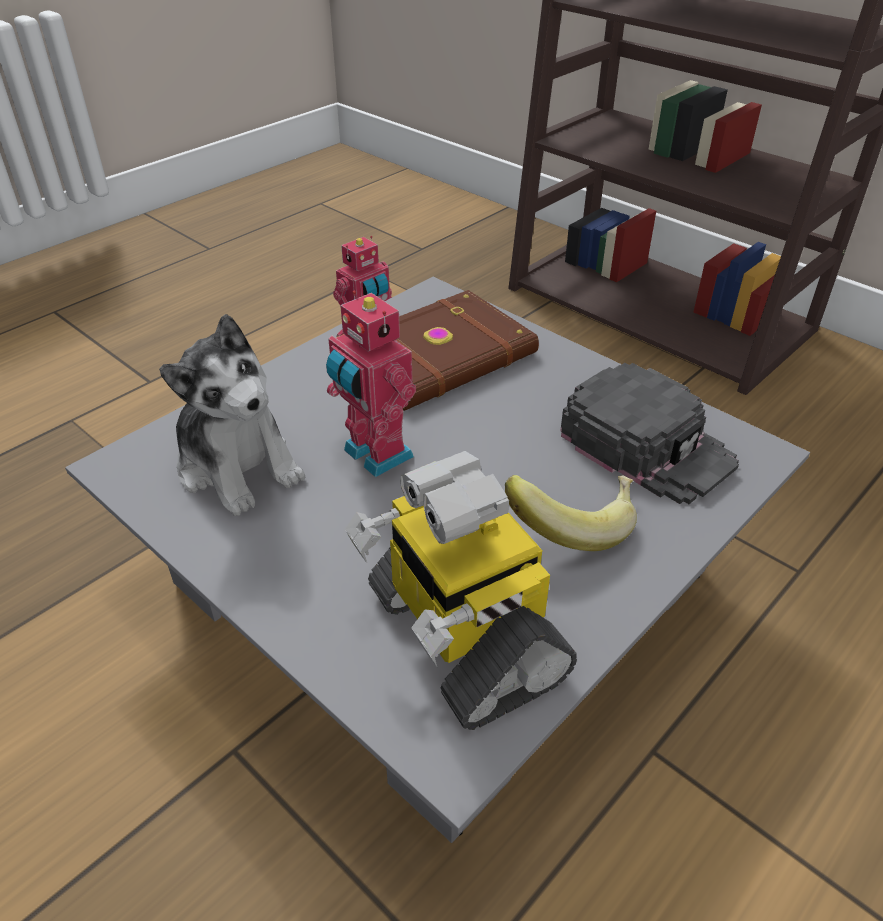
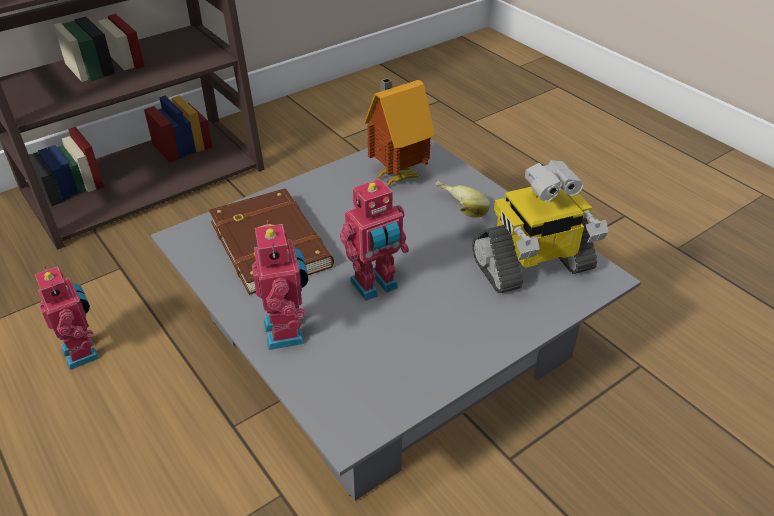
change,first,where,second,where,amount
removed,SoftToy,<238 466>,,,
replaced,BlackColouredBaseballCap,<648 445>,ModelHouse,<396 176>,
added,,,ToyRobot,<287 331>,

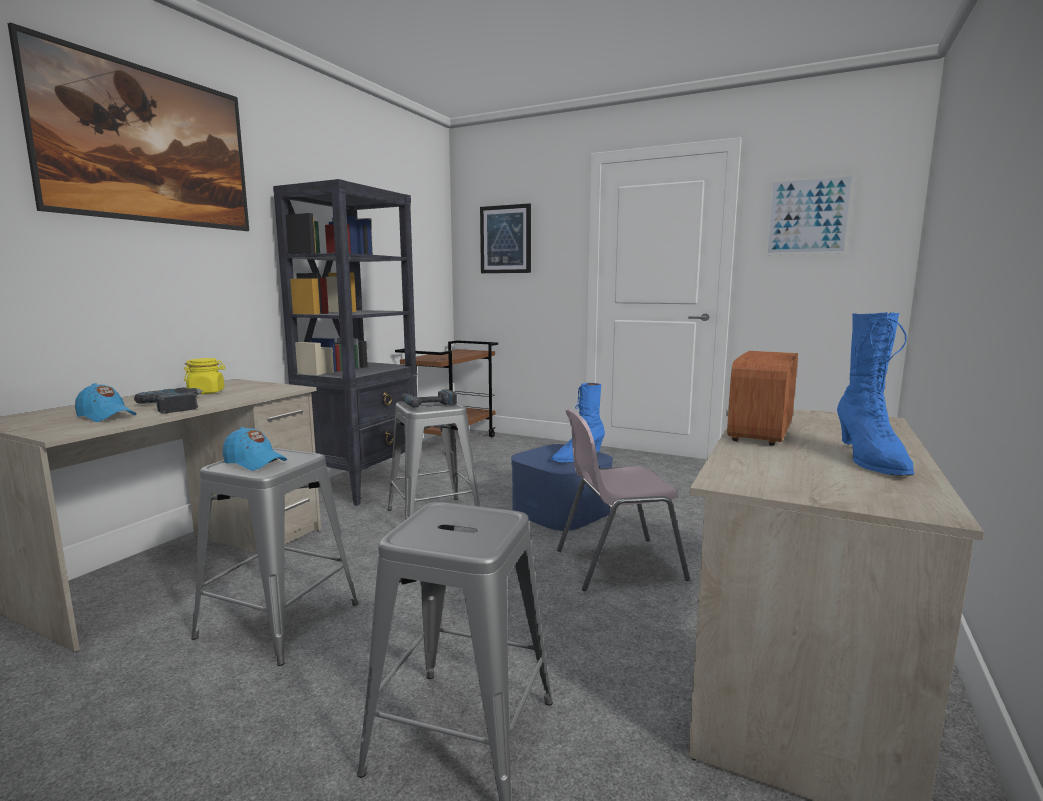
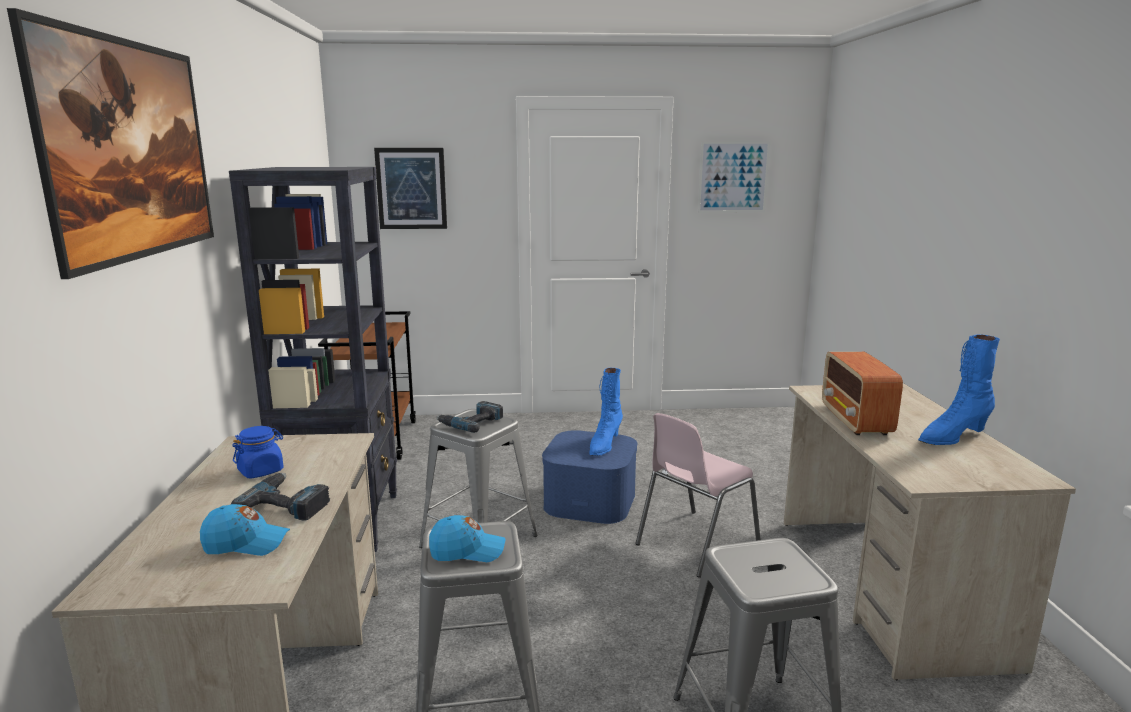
change,first,where,second,where,amount
recoloured,YellowishPreserveJar,<207 392>,BlueColouredPreserveJar,<261 471>,
turned,BlueColouredBoot,<869 460>,,<952 437>,90 degrees clockwise

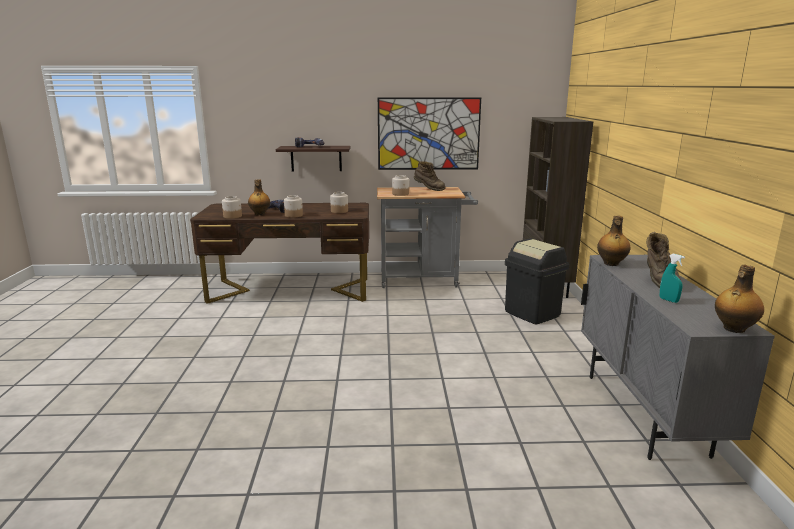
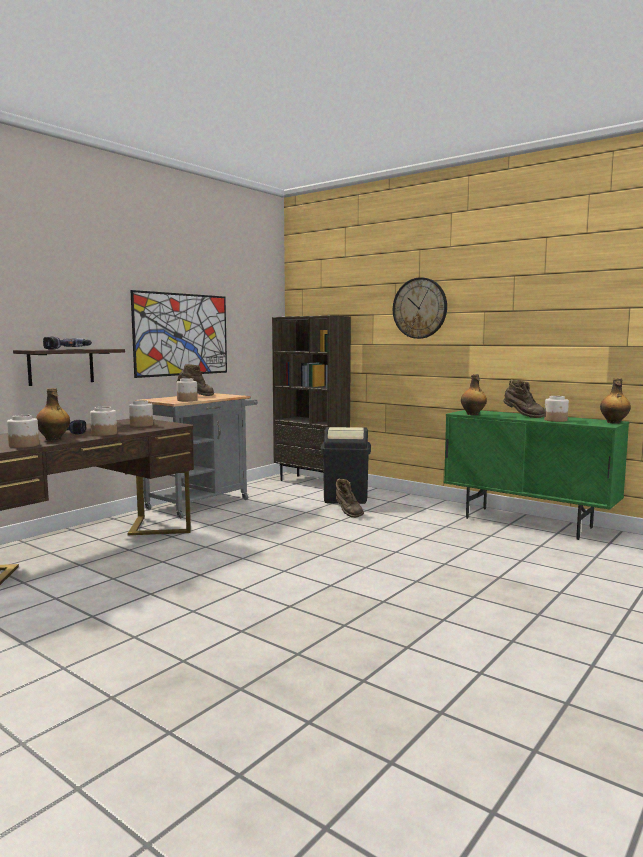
change,first,where,second,where,amount
recoloured,GreyishStorageCabinet,<644 413>,GreenStorageCabinet,<528 523>,
replaced,TurquoiseSprayBottle,<668 300>,PreserveJar,<556 420>,
added,,,BrownishBoot,<348 513>,
added,,,ClockOnTheWall,<420 308>,

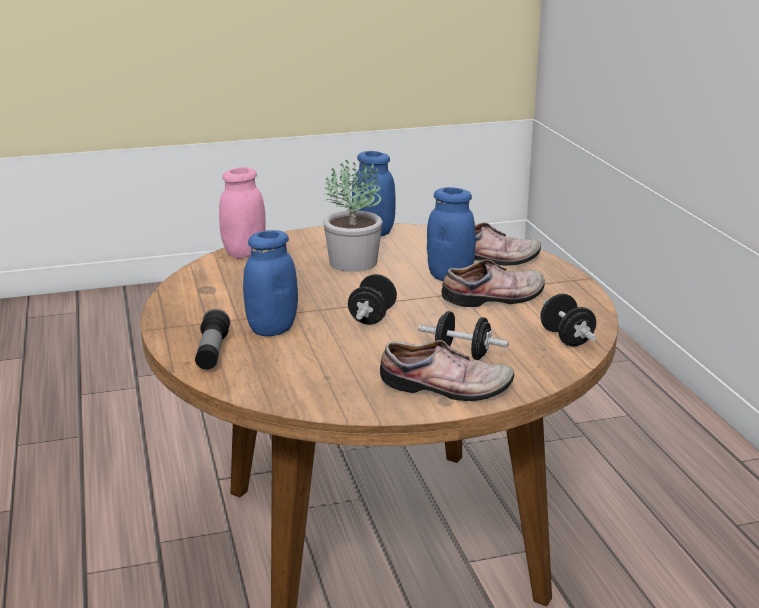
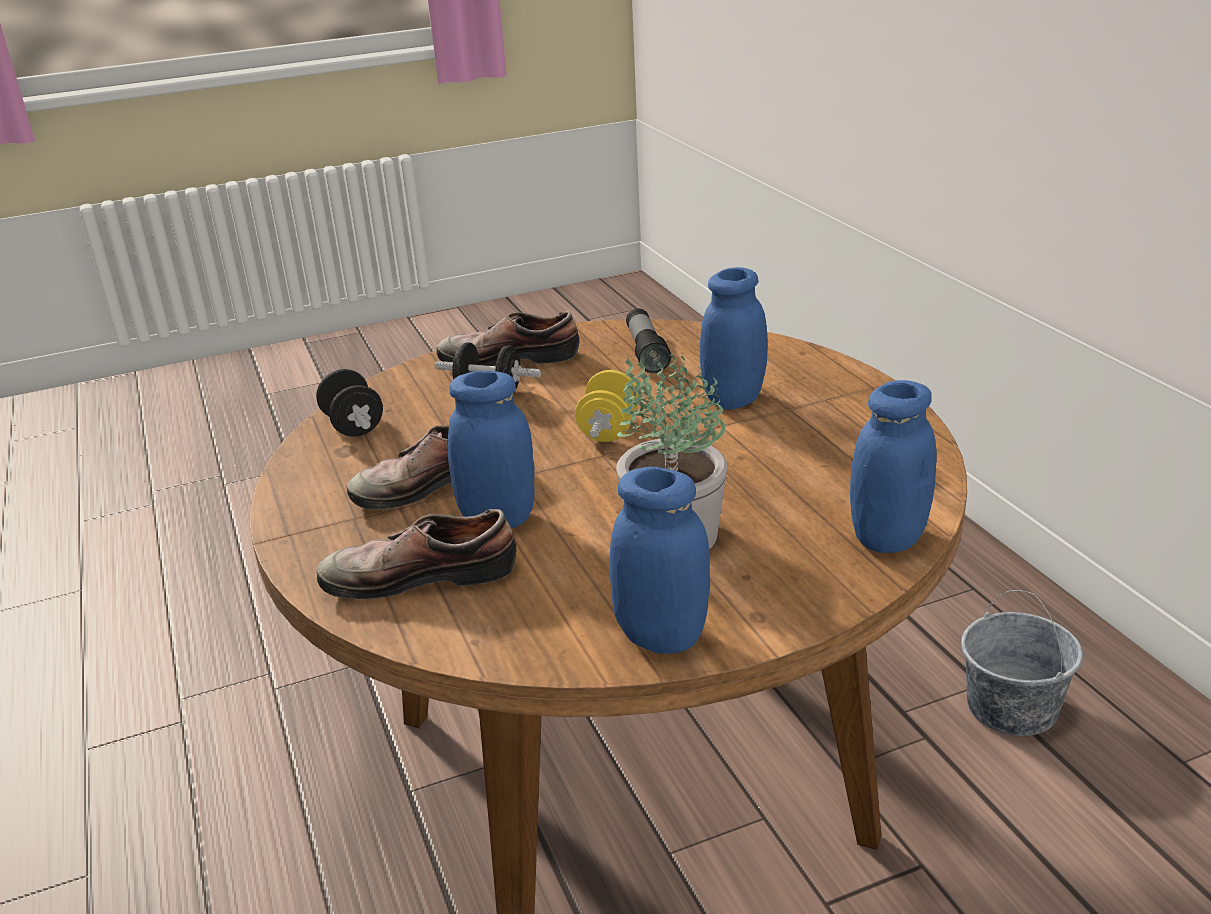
change,first,where,second,where,amount
moved,HandTorch,<212 352>,,<646 352>,
recoloured,PinkColouredPreserveJar,<244 253>,BlueColouredPreserveJar,<887 537>,
recoloured,BlackColouredFreeWeight,<372 317>,YellowishFreeWeight,<609 430>,
added,,,GreyishPail,<1011 707>,

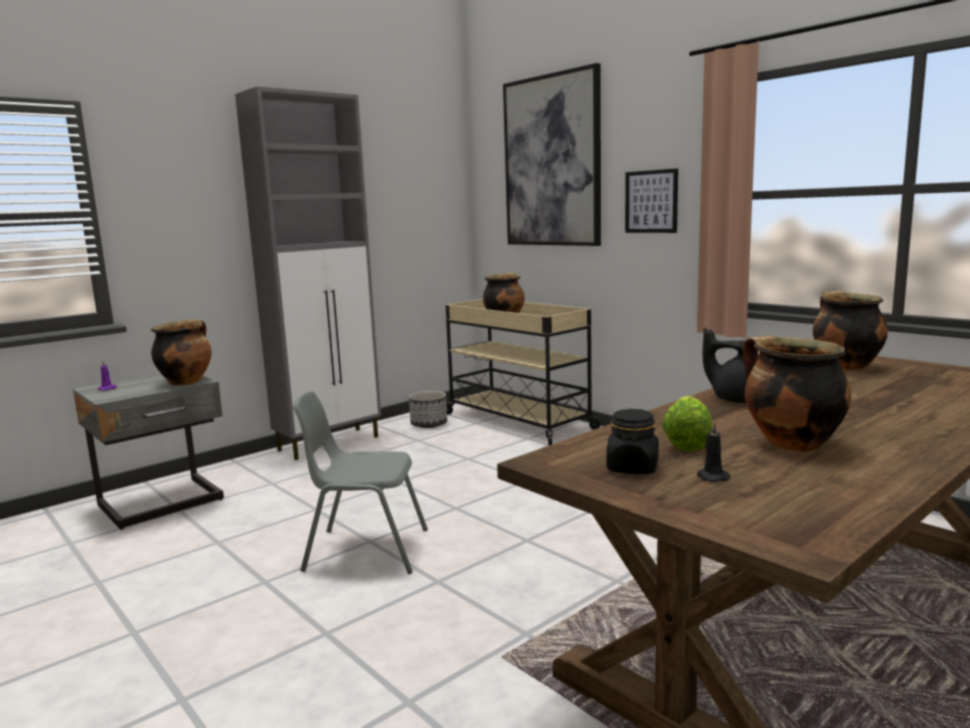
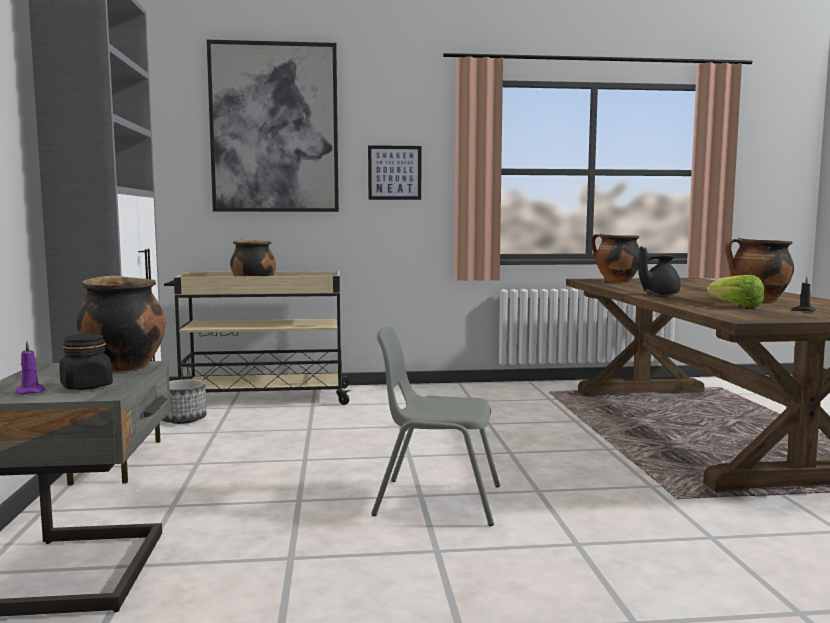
change,first,where,second,where,amount
turned,GreyishChair,<365 550>,,<436 500>,60 degrees clockwise
moved,BlackColouredPreserveJar,<632 468>,,<87 386>,

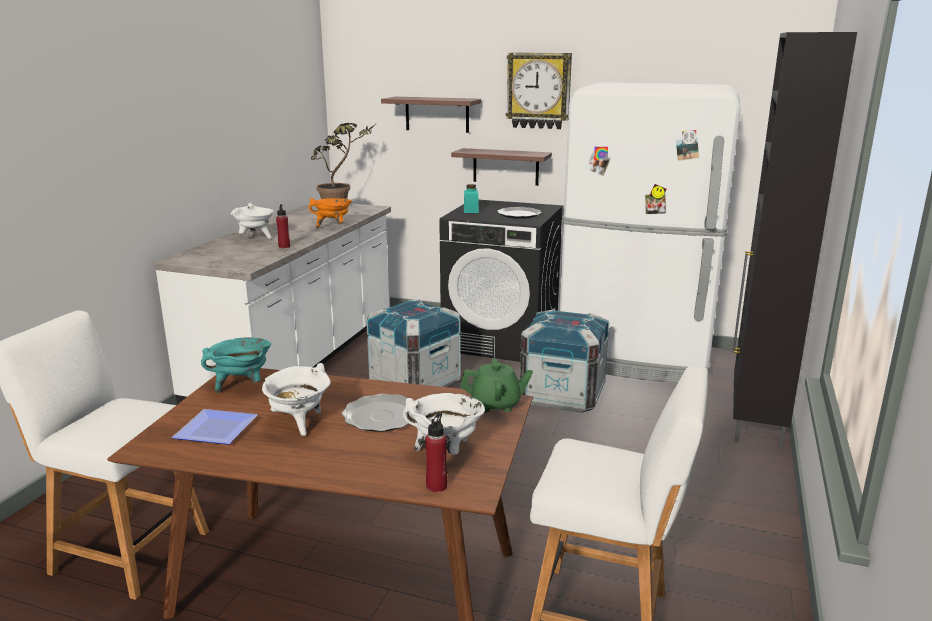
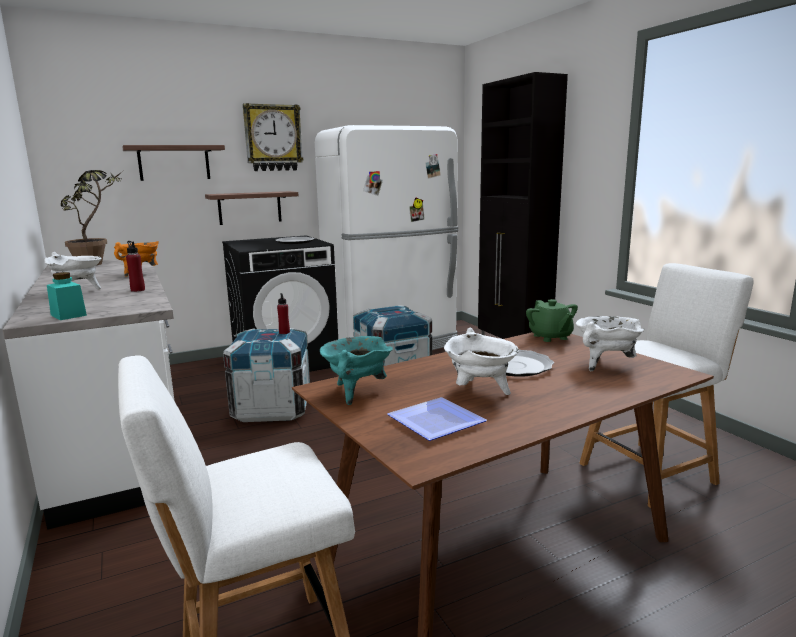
change,first,where,second,where,amount
moved,RedBeverageBottle,<436 486>,,<284 332>,
turned,GreenTeapot,<496 404>,,<550 337>,120 degrees clockwise
moved,TurquoisePreserveJar,<471 211>,,<68 315>,

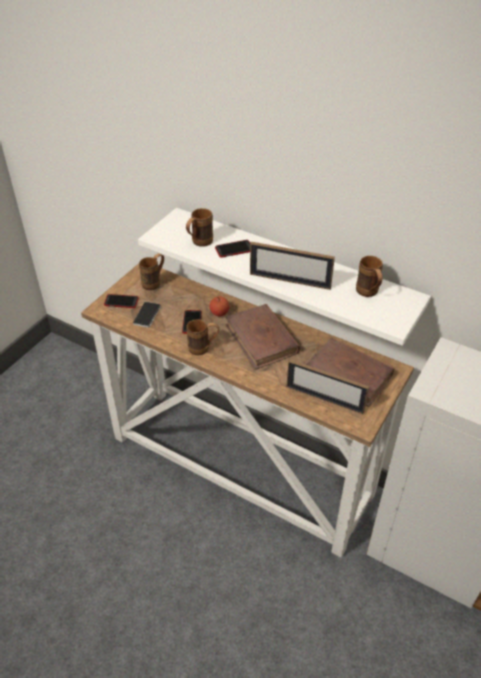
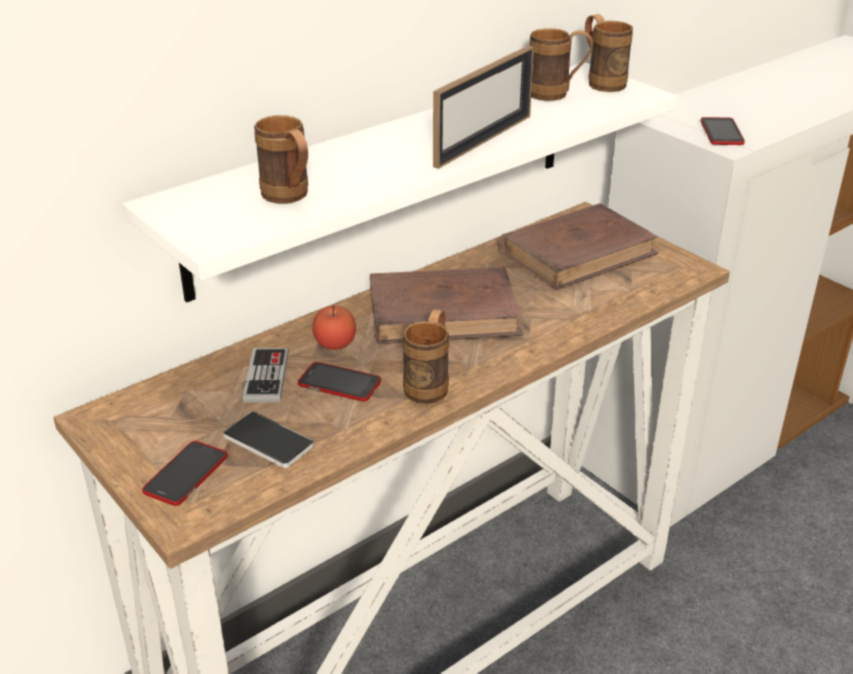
change,first,where,second,where,amount
moved,BrownishCoffeeMug,<154 282>,,<601 82>,
moved,Handset,<234 249>,,<721 133>,
removed,PhotoFrame,<324 399>,,,
added,,,Gamepad,<266 377>,

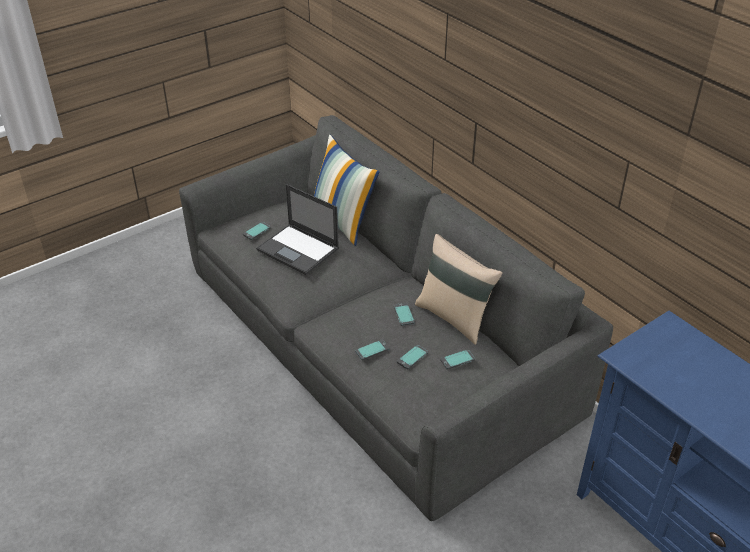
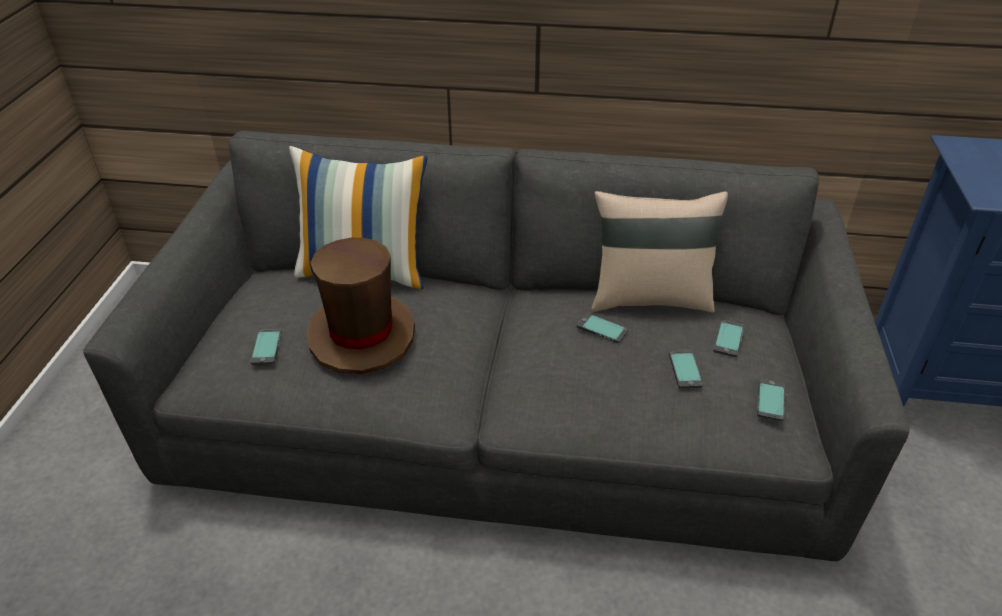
change,first,where,second,where,amount
replaced,Laptop,<299 249>,BrownishClothingHat,<362 335>,
moved,Handset,<372 350>,,<770 400>,

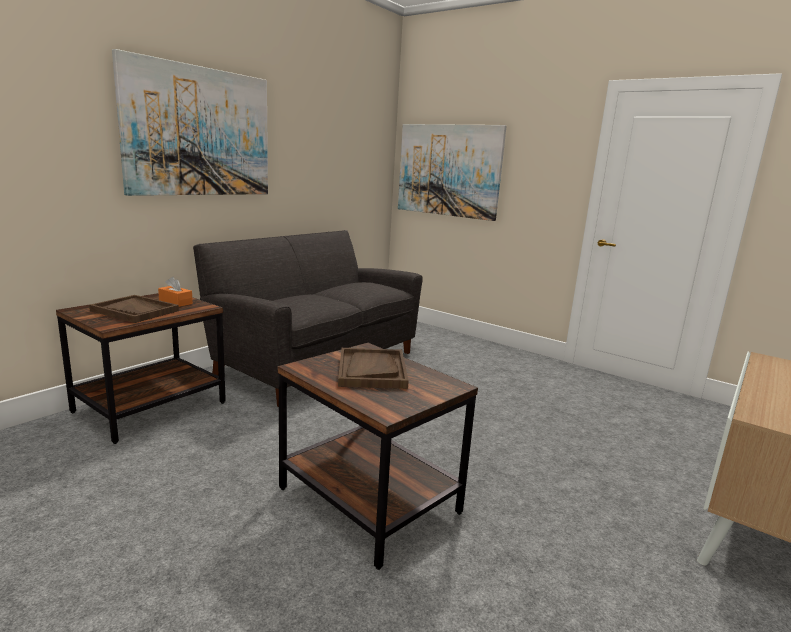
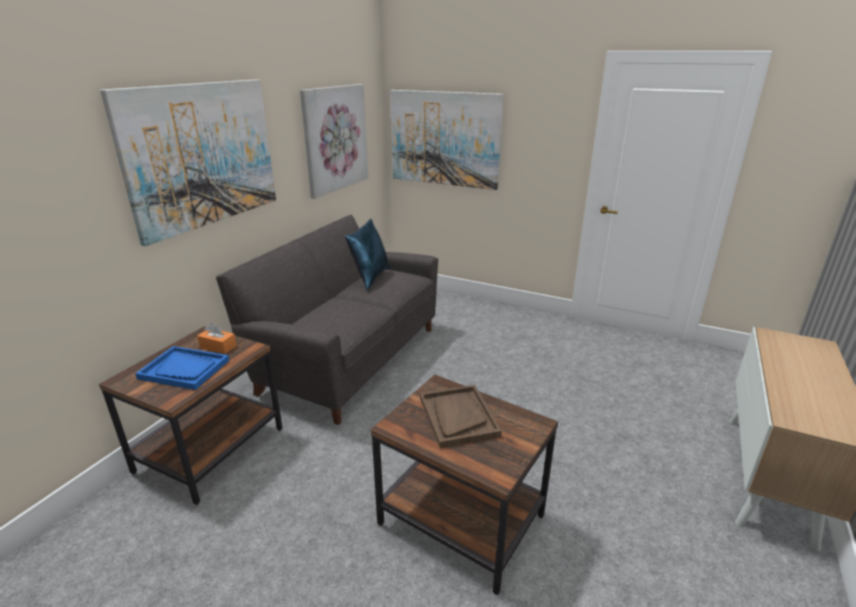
change,first,where,second,where,amount
recoloured,BrownishTray,<135 311>,BlueColouredTray,<184 369>,
added,,,WallPicture,<335 139>,
added,,,BlueColouredCushion,<370 277>,

